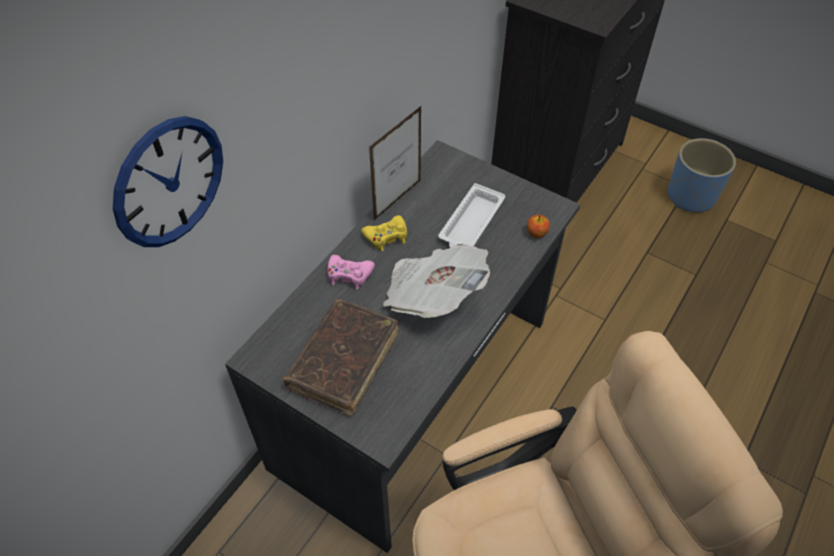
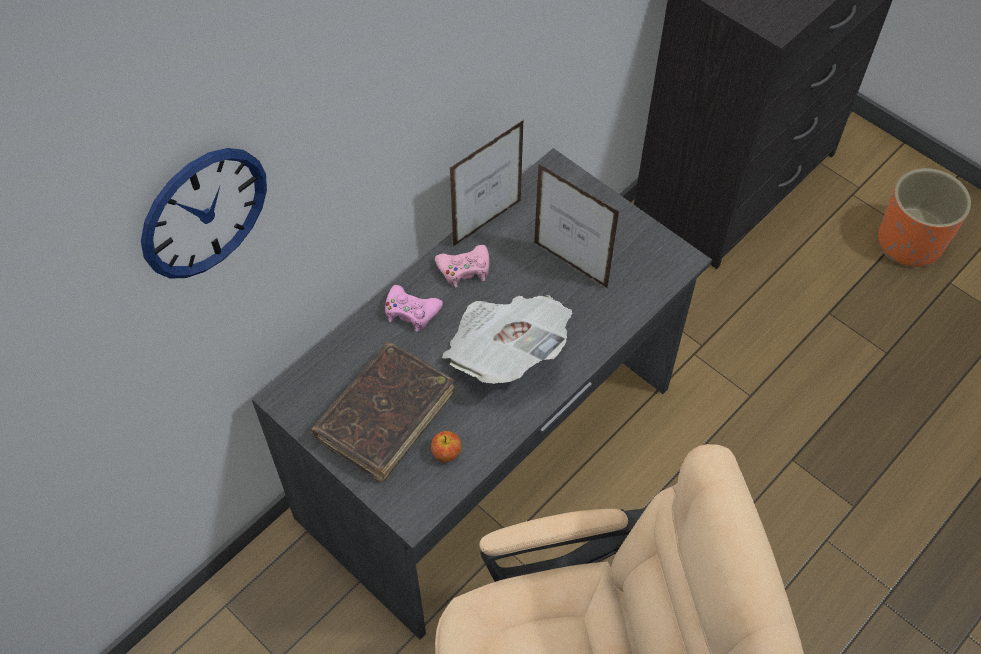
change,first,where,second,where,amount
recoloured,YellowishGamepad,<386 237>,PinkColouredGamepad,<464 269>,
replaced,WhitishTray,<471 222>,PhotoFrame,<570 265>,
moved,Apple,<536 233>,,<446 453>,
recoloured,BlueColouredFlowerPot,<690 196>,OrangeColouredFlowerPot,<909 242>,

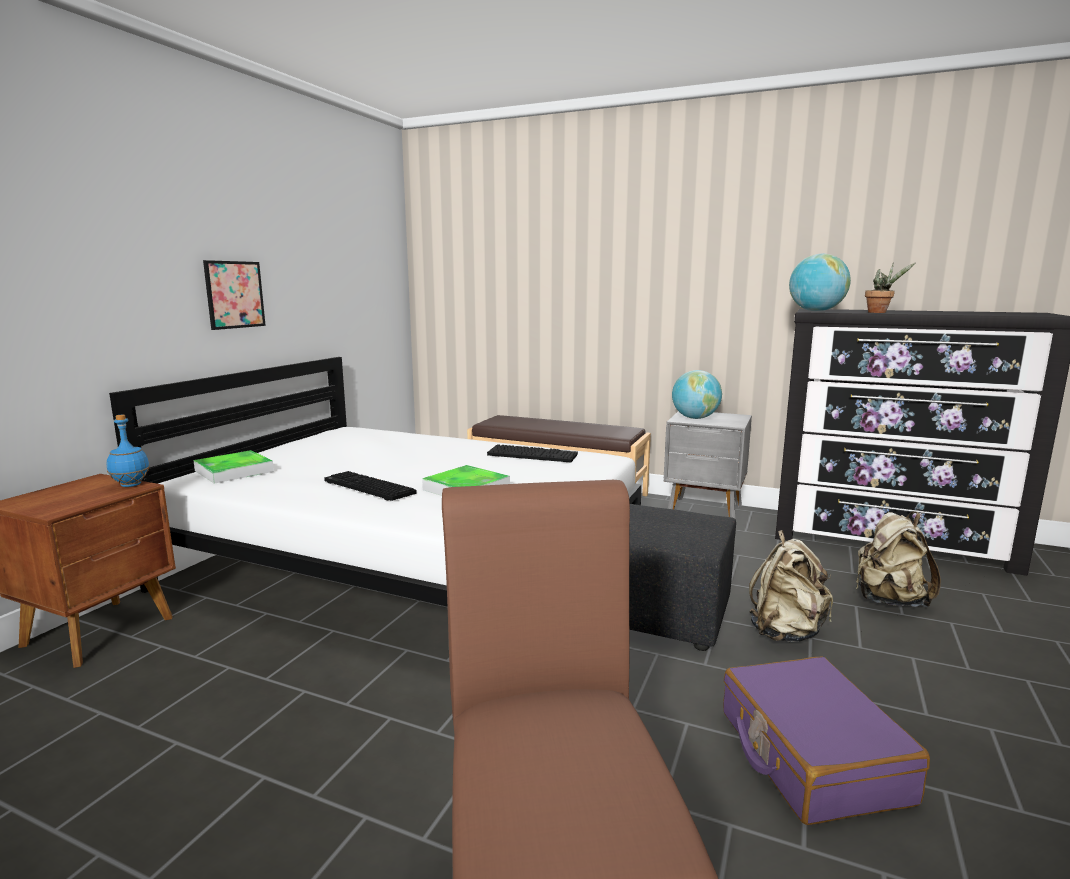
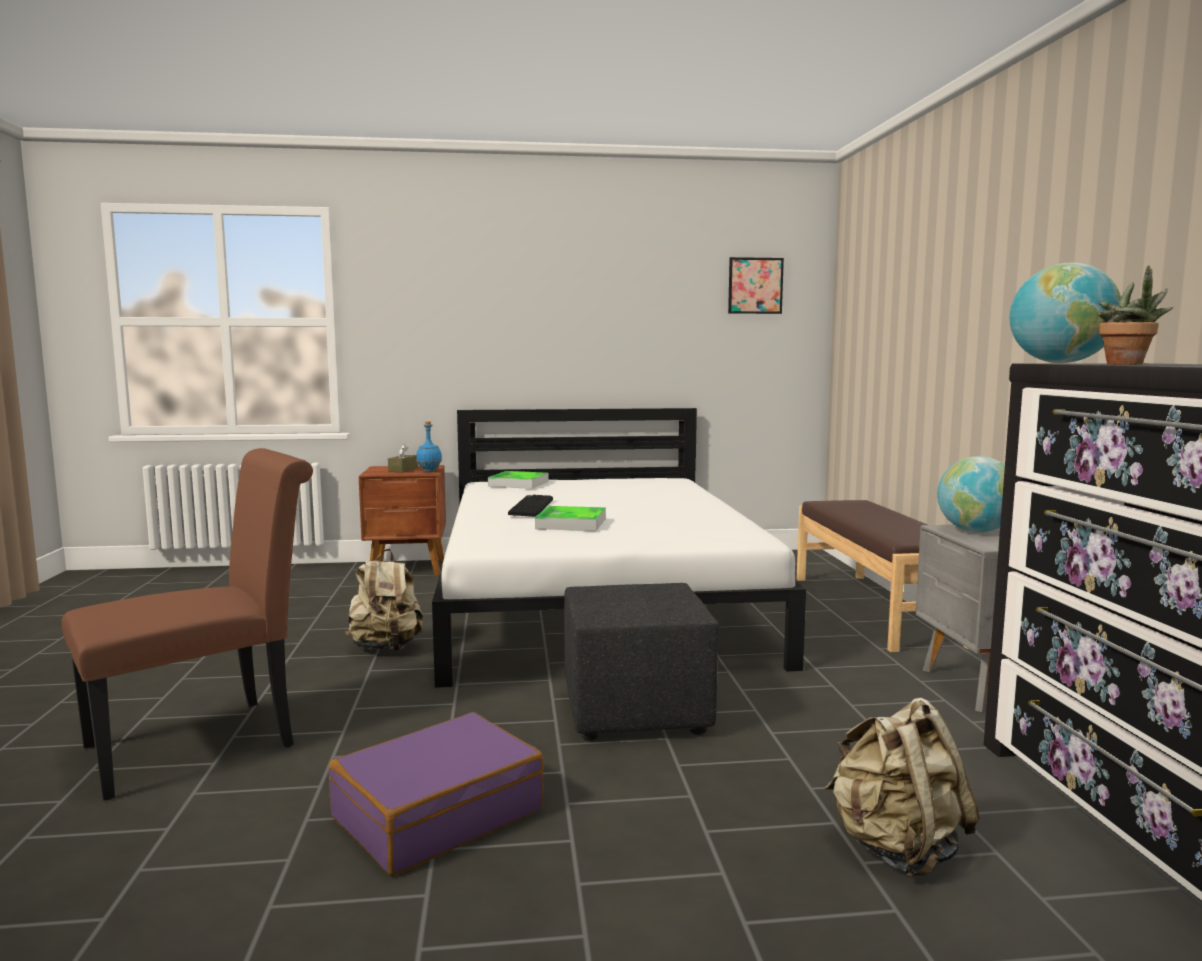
change,first,where,second,where,amount
moved,WallPicture,<234 294>,,<755 285>,
removed,PcKeyboard,<533 455>,,,
moved,SandColouredRucksack,<786 632>,,<386 648>,
added,,,BrownishBoxOfTissues,<403 470>,

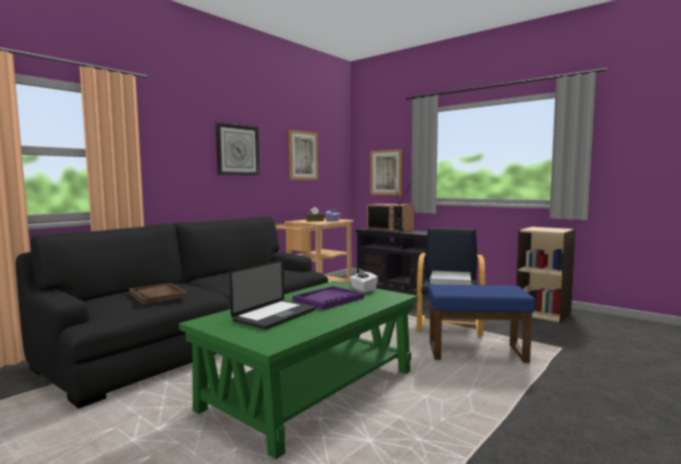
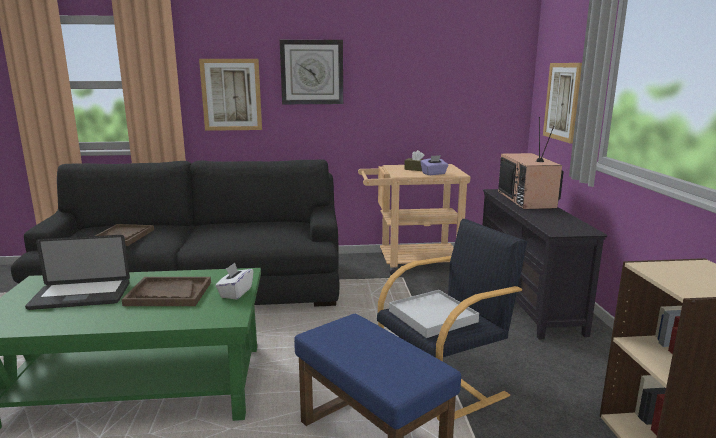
change,first,where,second,where,amount
moved,WallPicture,<303 155>,,<231 95>,
recoloured,PurpleTray,<328 299>,BrownishTray,<168 294>,

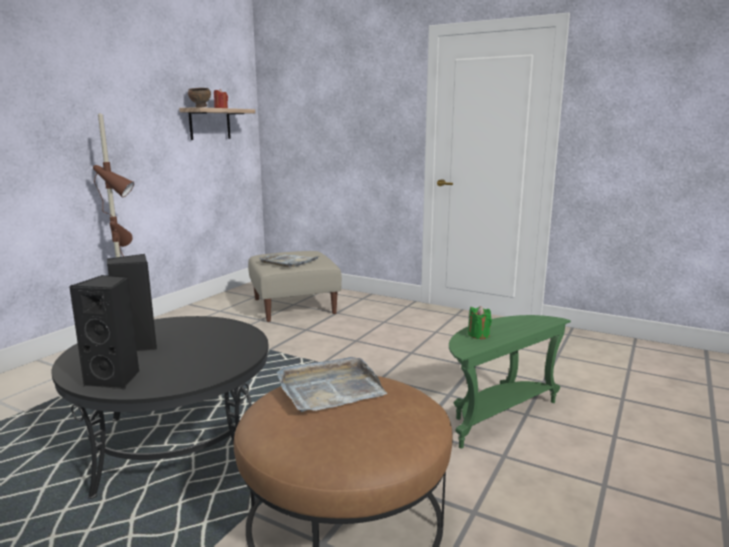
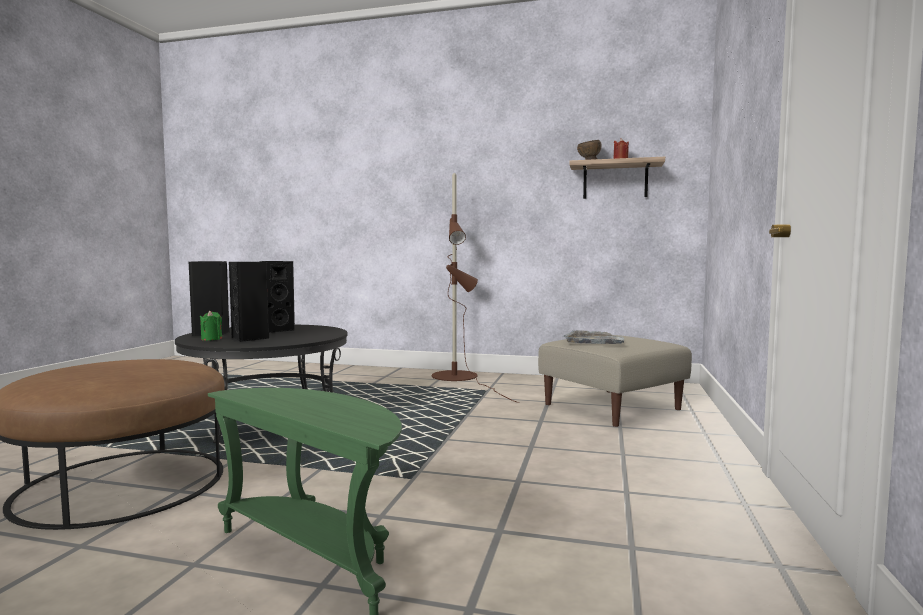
change,first,where,second,where,amount
removed,GreyishTray,<329 388>,,,
moved,GreenWaxLight,<478 335>,,<211 339>,
added,,,BlackColouredAudioSpeaker,<250 338>,

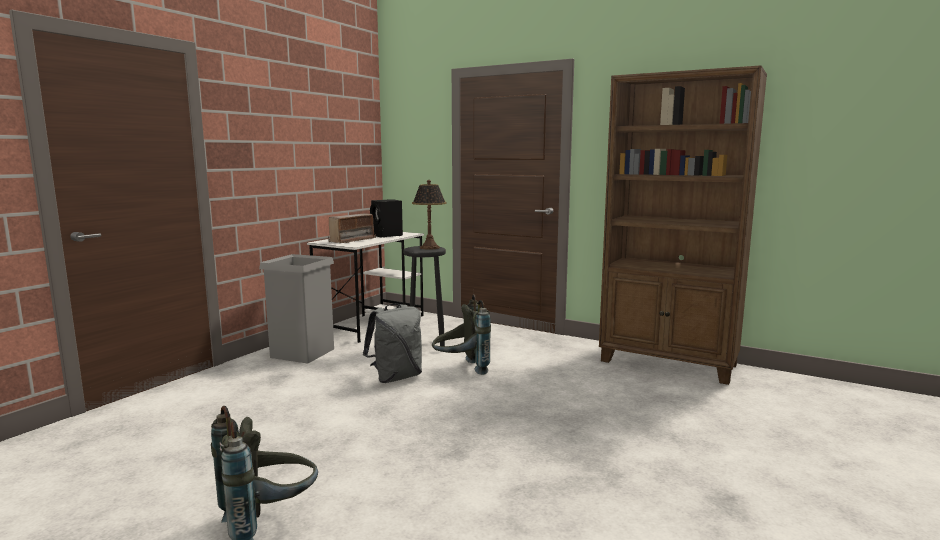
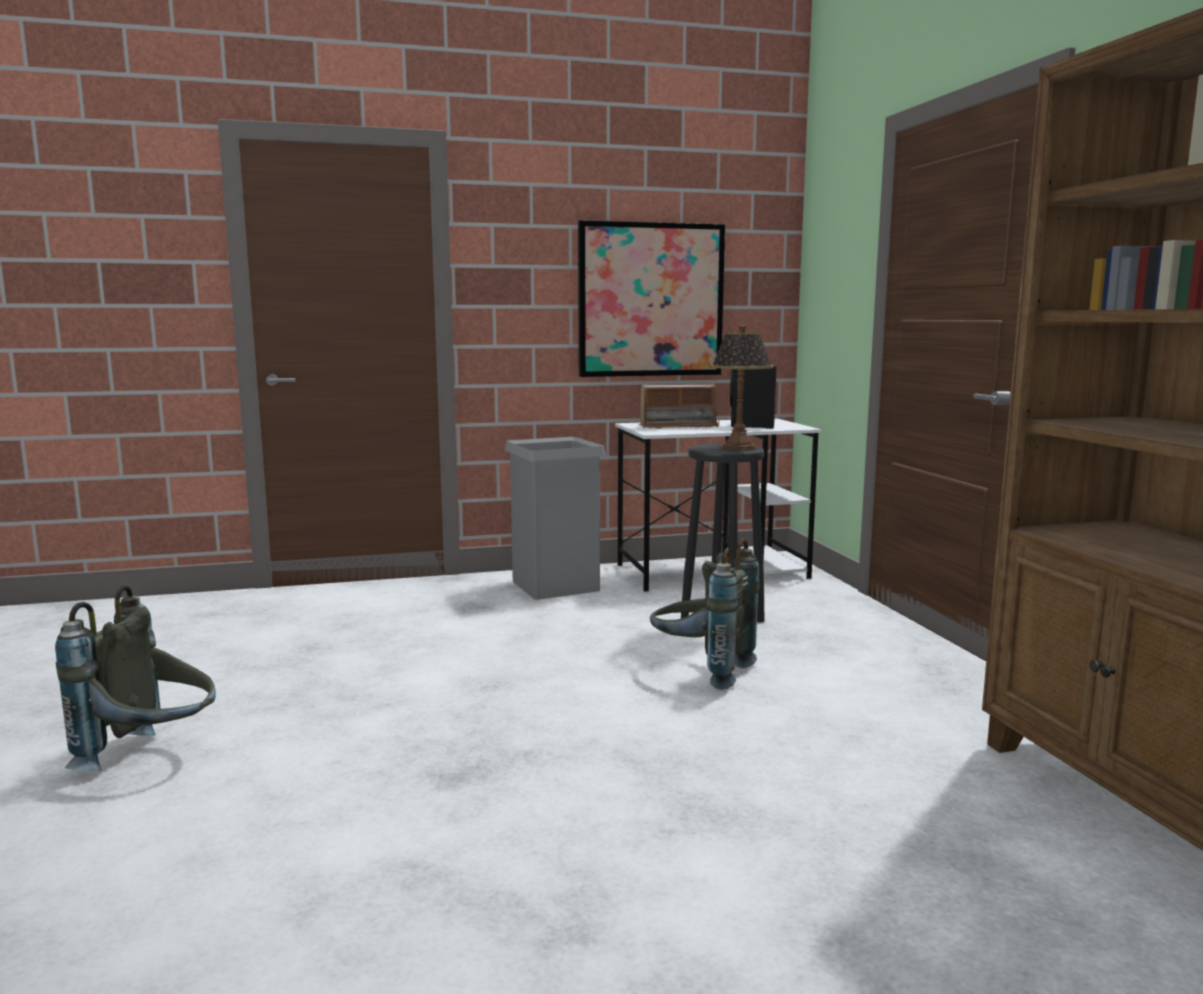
change,first,where,second,where,amount
removed,GreyishRucksack,<396 377>,,,
added,,,WallPicture,<650 300>,

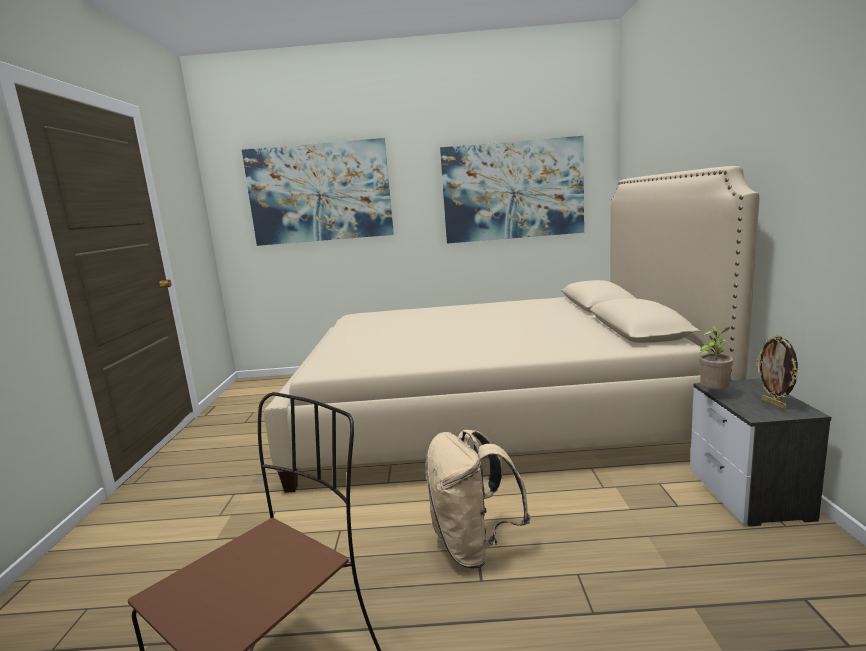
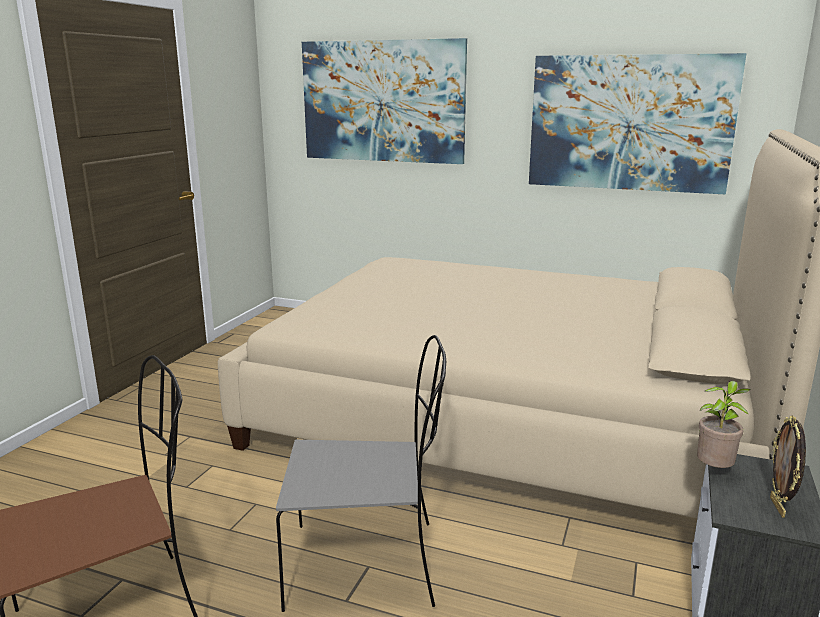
change,first,where,second,where,amount
replaced,SandColouredRucksack,<474 546>,GreyishChair,<366 564>,

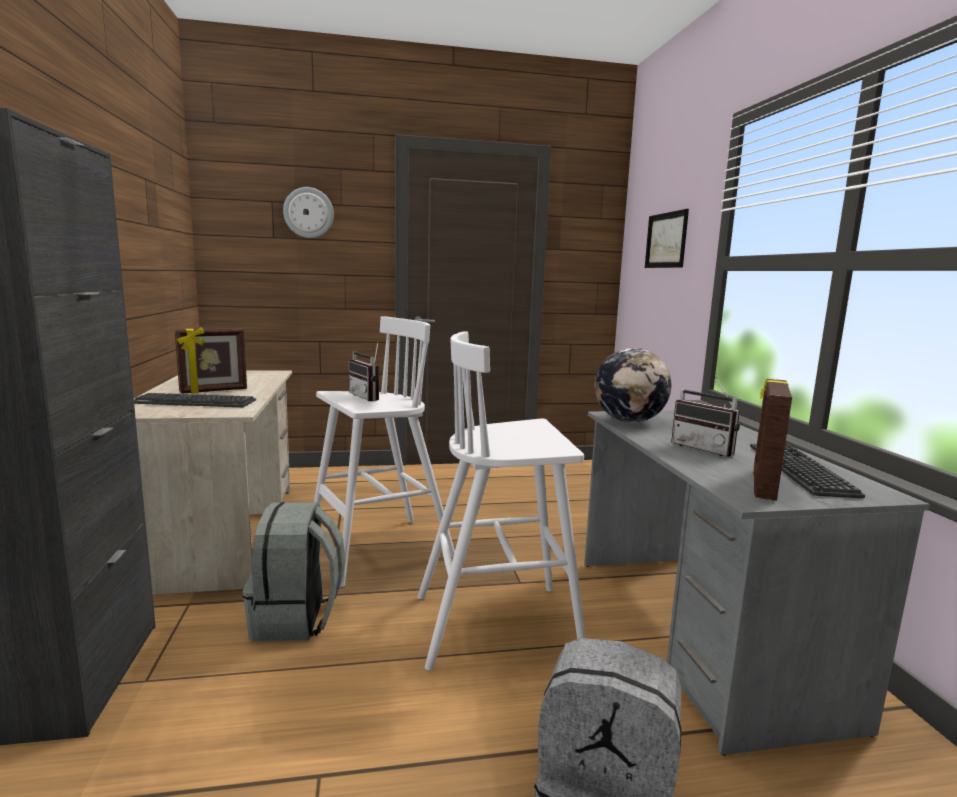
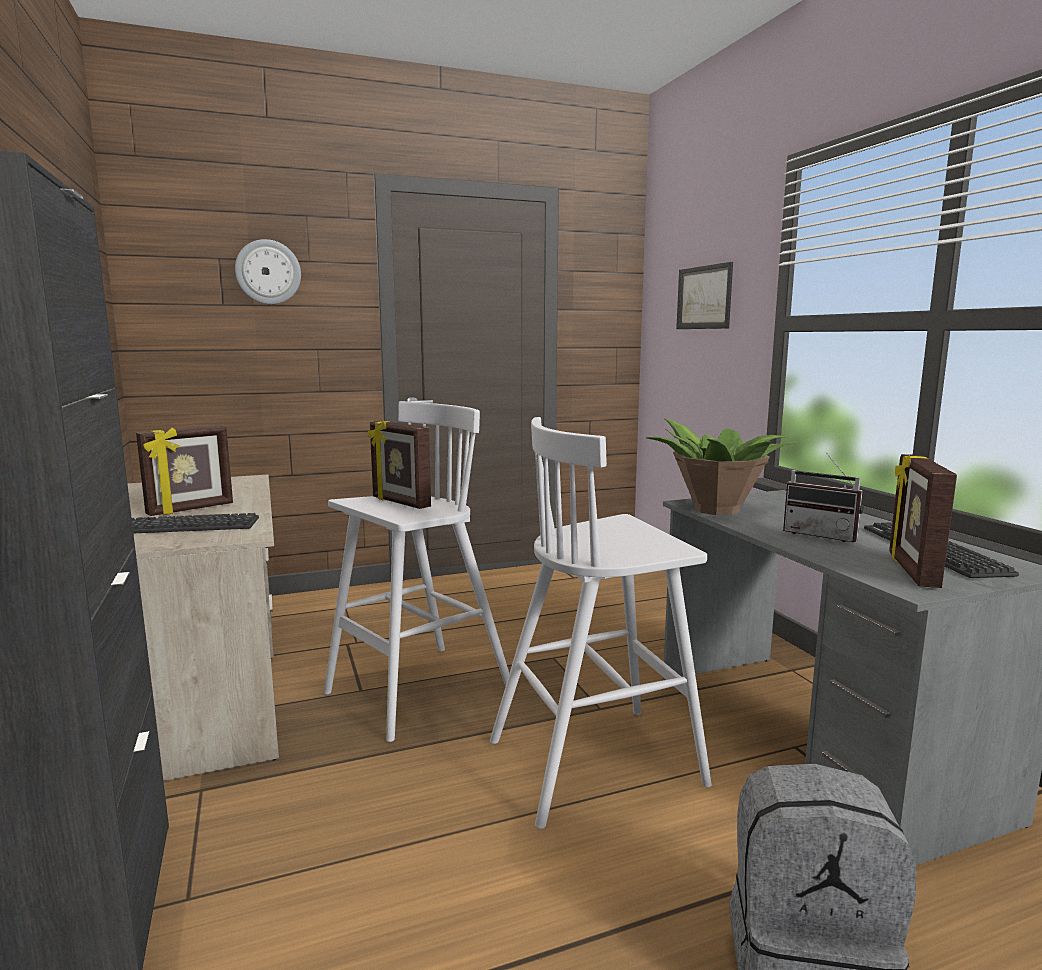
change,first,where,second,where,amount
removed,GreyishRucksack,<297 619>,,,
replaced,RadioSet,<369 397>,PhotoFrame,<400 503>,
replaced,WorldGlobe,<629 421>,PlantInAPot,<717 509>,

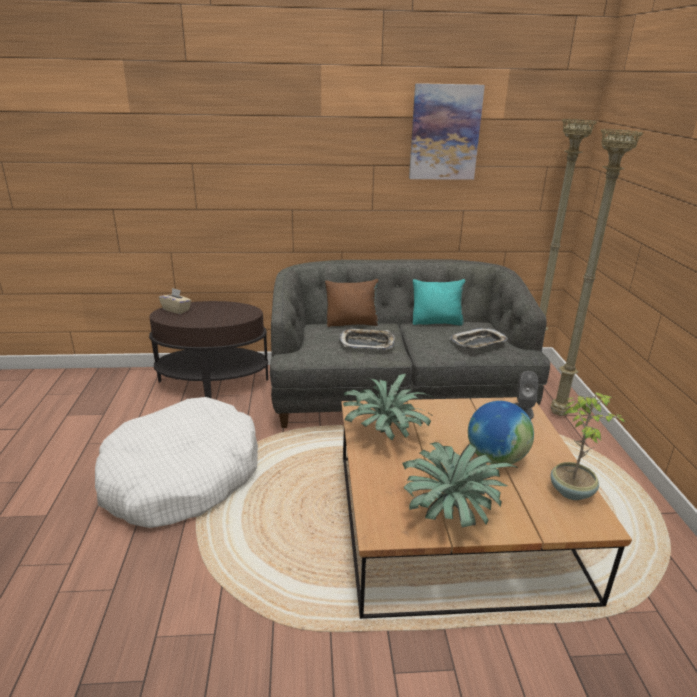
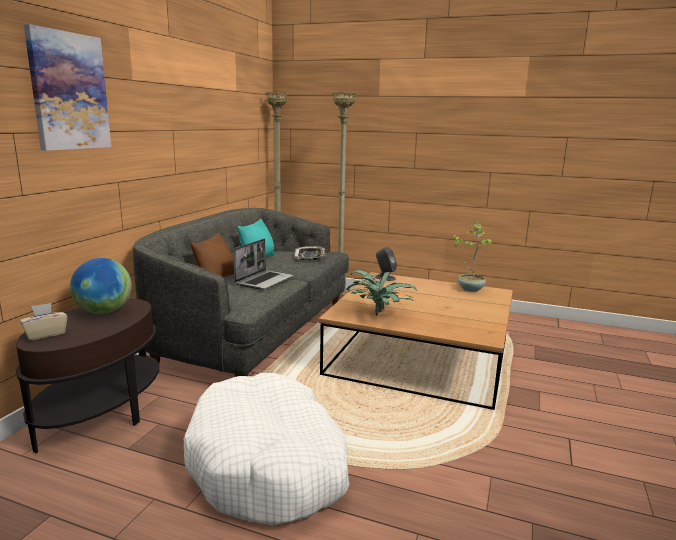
change,first,where,second,where,amount
replaced,Tray,<367 343>,Laptop,<264 281>,
removed,PlantInAPot,<451 513>,,,
moved,WallPicture,<445 132>,,<69 91>,
moved,WorldGlobe,<495 458>,,<104 312>,

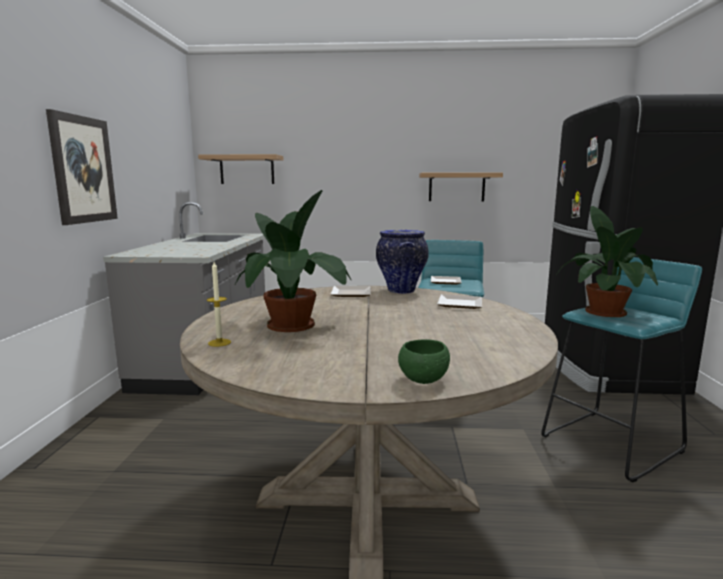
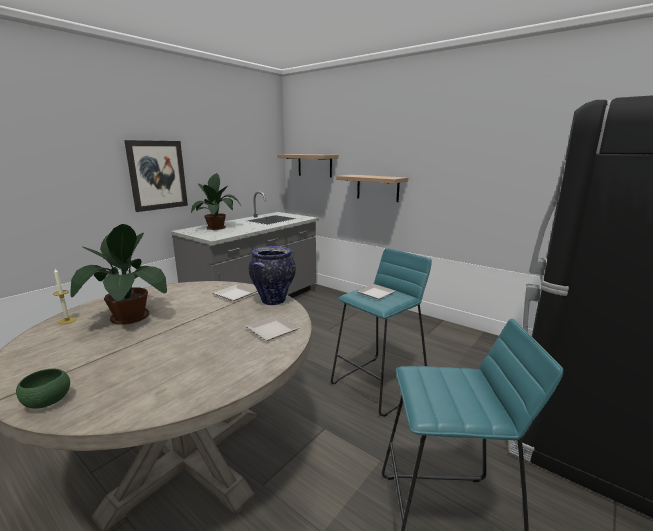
change,first,where,second,where,amount
moved,BracketShelf,<456 187>,,<377 188>,
moved,PlantInAPot,<603 311>,,<217 227>,

